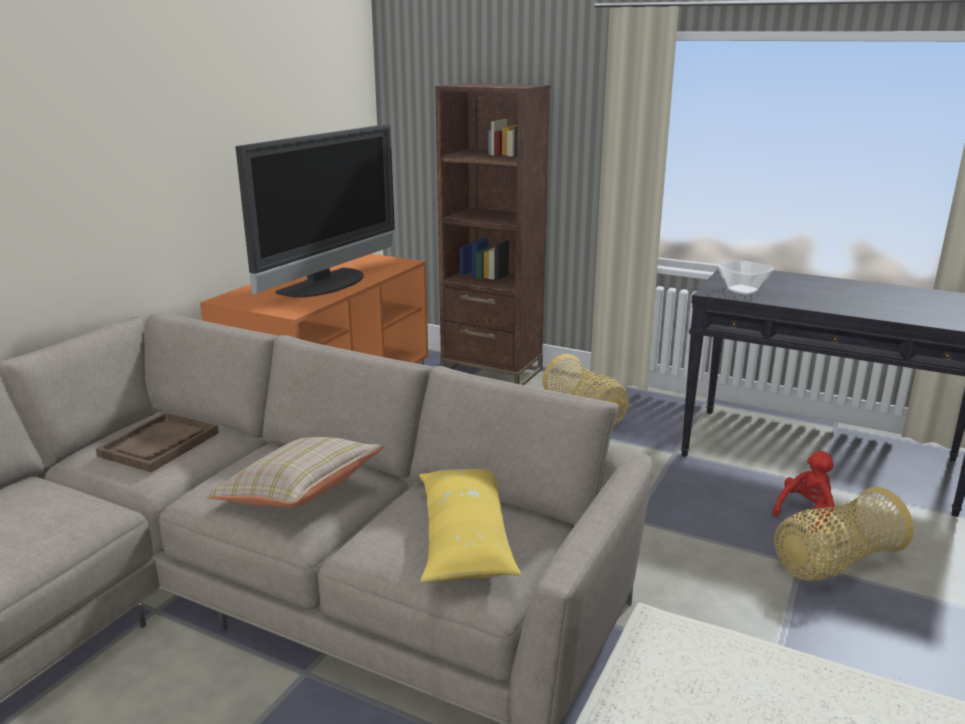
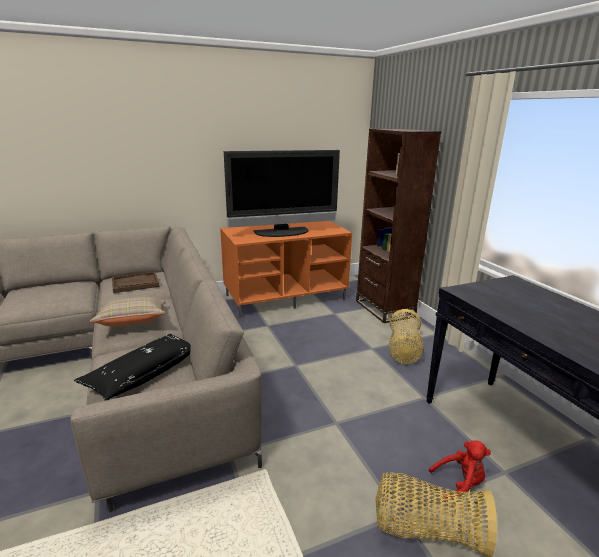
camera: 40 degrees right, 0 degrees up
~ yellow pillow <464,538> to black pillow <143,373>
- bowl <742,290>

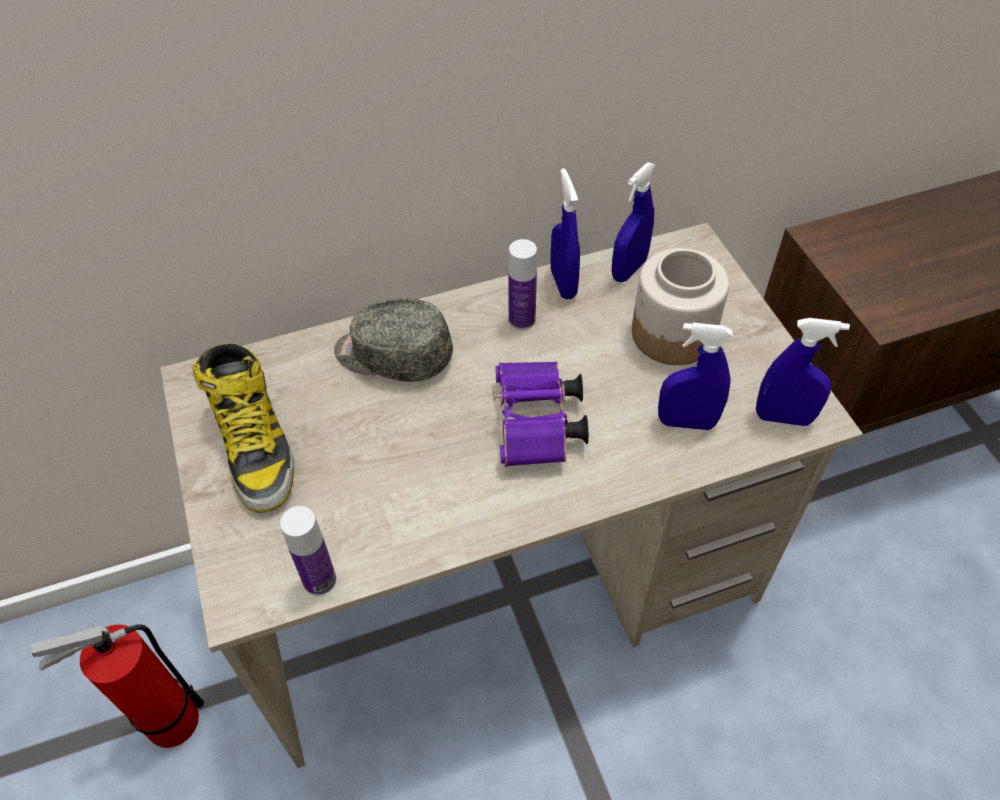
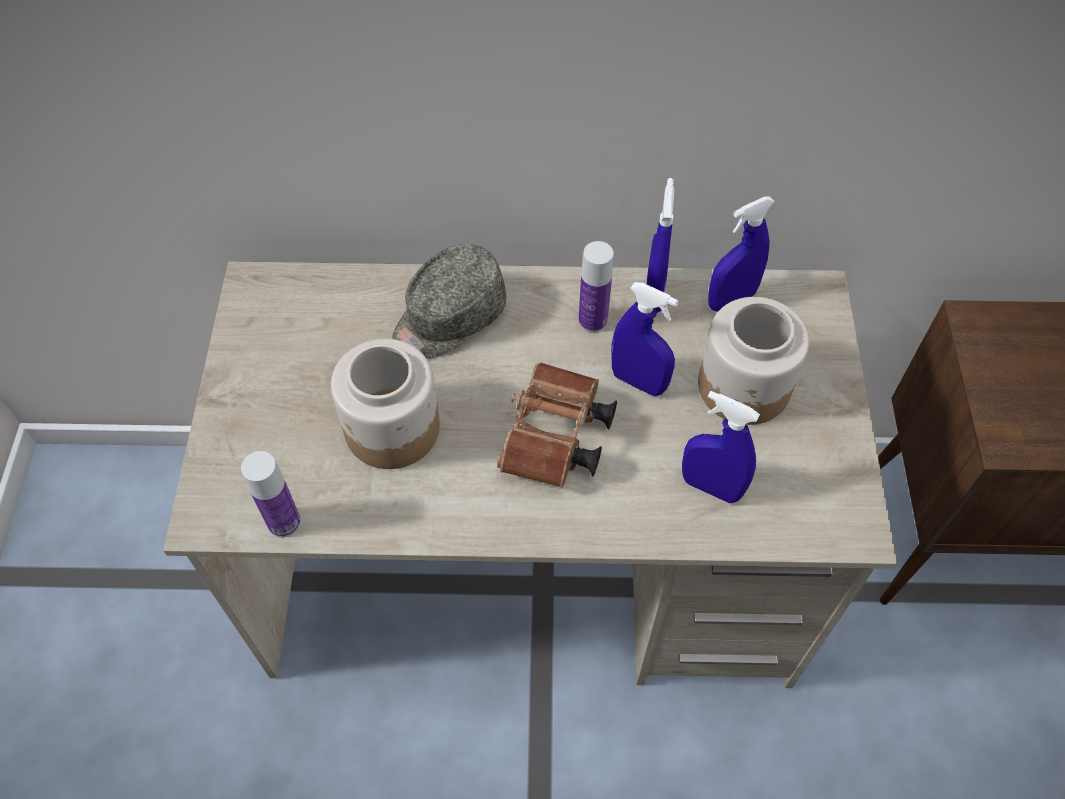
camera: 20 degrees right, 5 degrees up
- fire extinguisher <165,724>
- boot <255,444>
~ grey cap <393,356> = <448,319> 75 degrees counterclockwise
~ purple binoculars <537,427> to brown binoculars <555,440>
~ blue spray bottle <783,417> to <638,381>
+ jar <392,429>

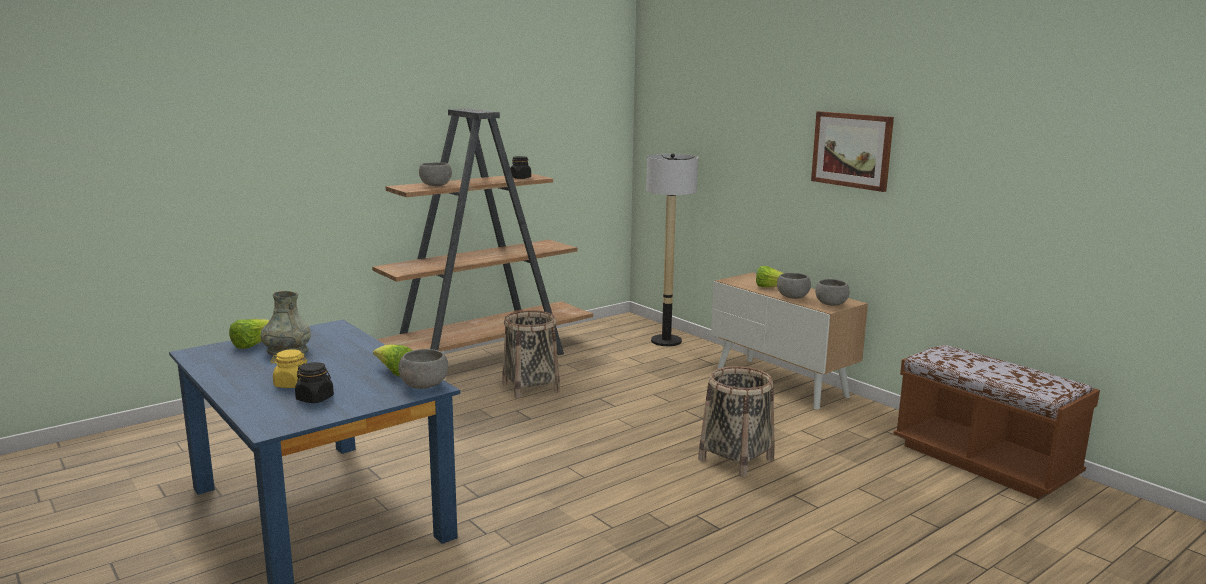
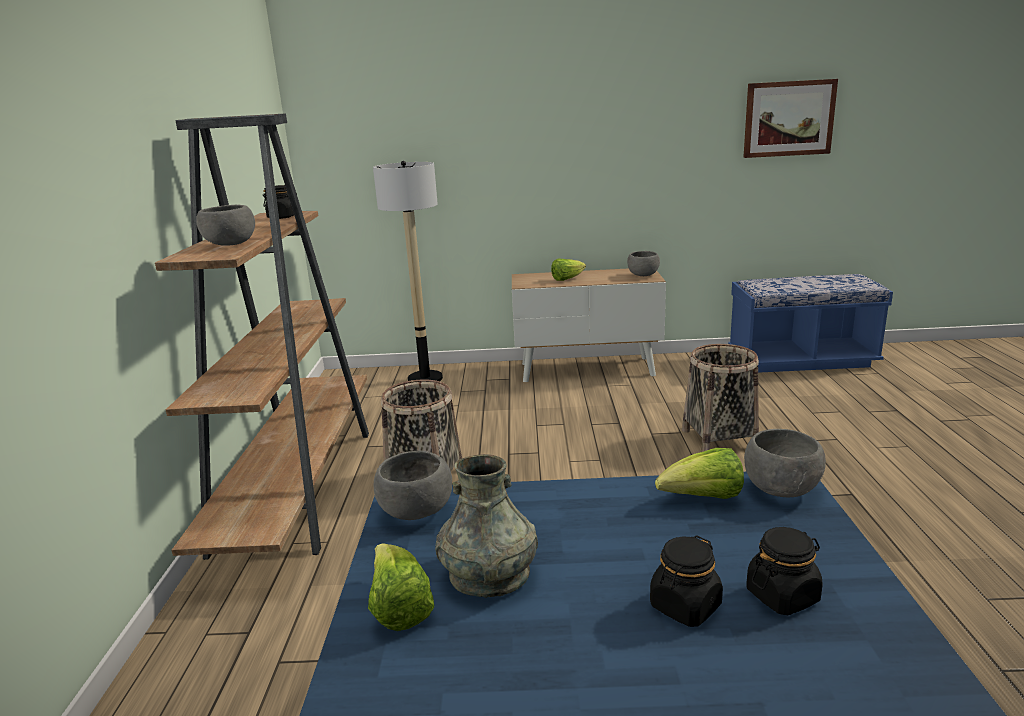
camera: 50 degrees left, 5 degrees up
~ yellow jar <291,384> to black jar <685,606>
~ grey bowl <793,297> to <416,511>
~ picture <852,150> to <788,118>
~ brown bench <984,461> to blue bench <801,360>

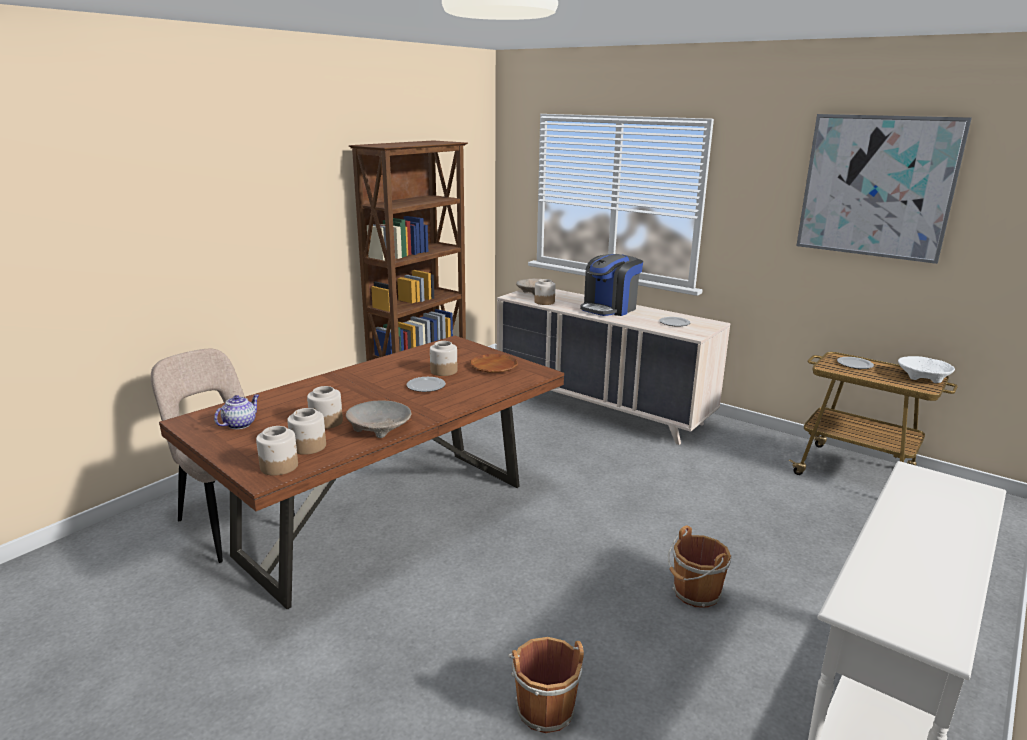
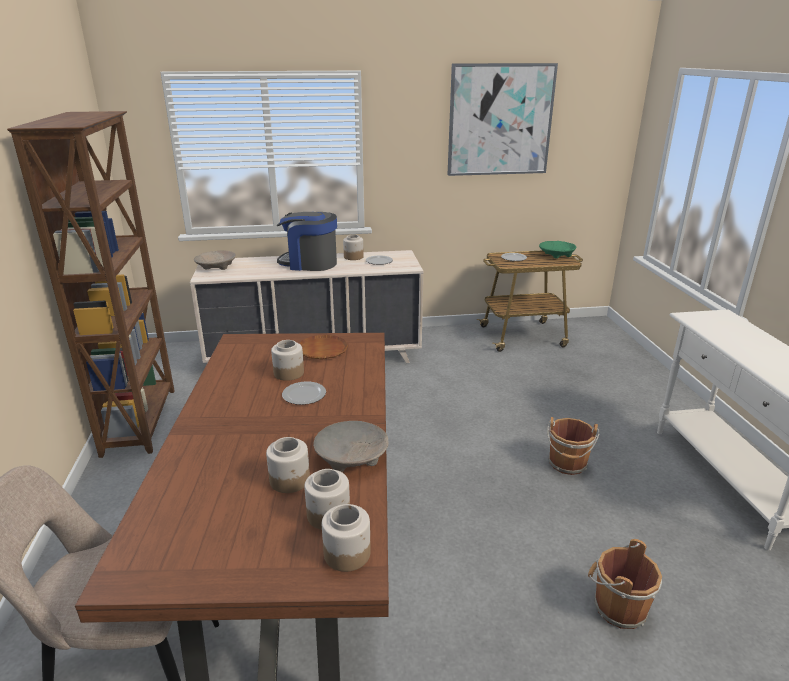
camera: 45 degrees left, 5 degrees up
- teapot <240,424>
~ jar <544,302> to <353,257>
~ coffee machine <609,308> = <309,263> 105 degrees clockwise
~ white bowl <922,376> to green bowl <556,255>

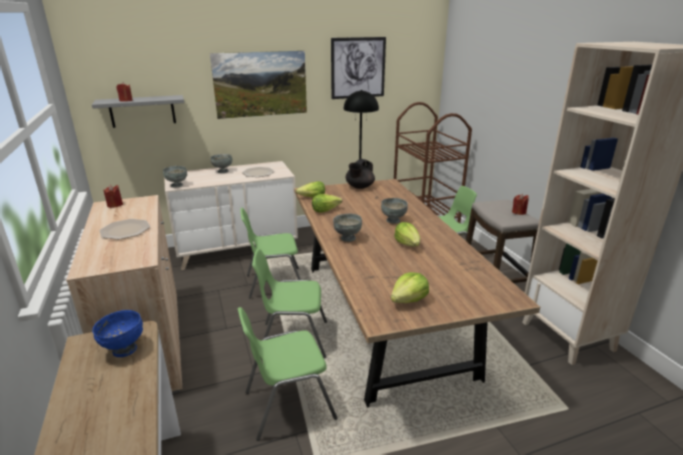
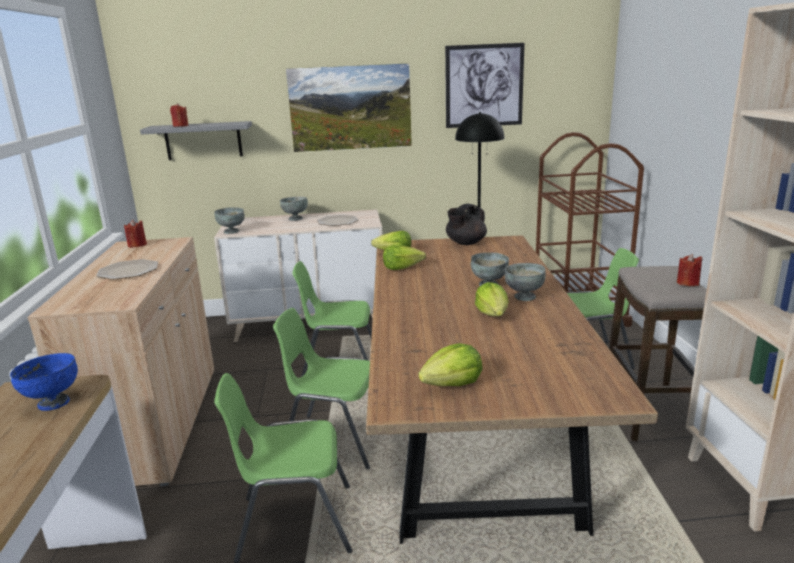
camera: 15 degrees right, 5 degrees down
~ grey bowl <347,238> to <524,297>

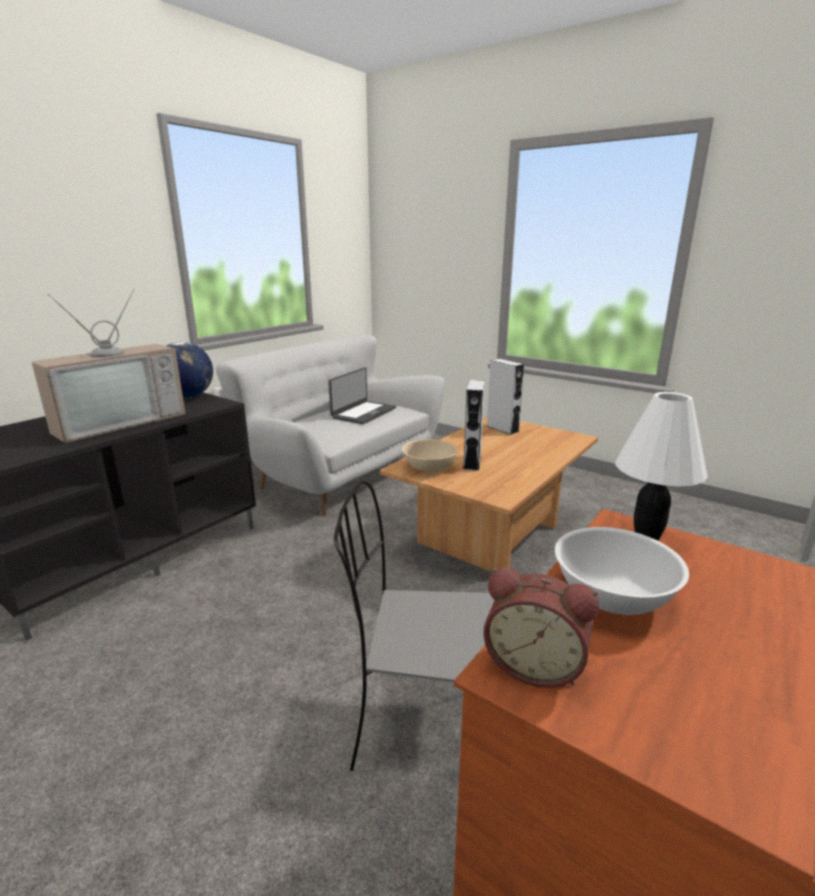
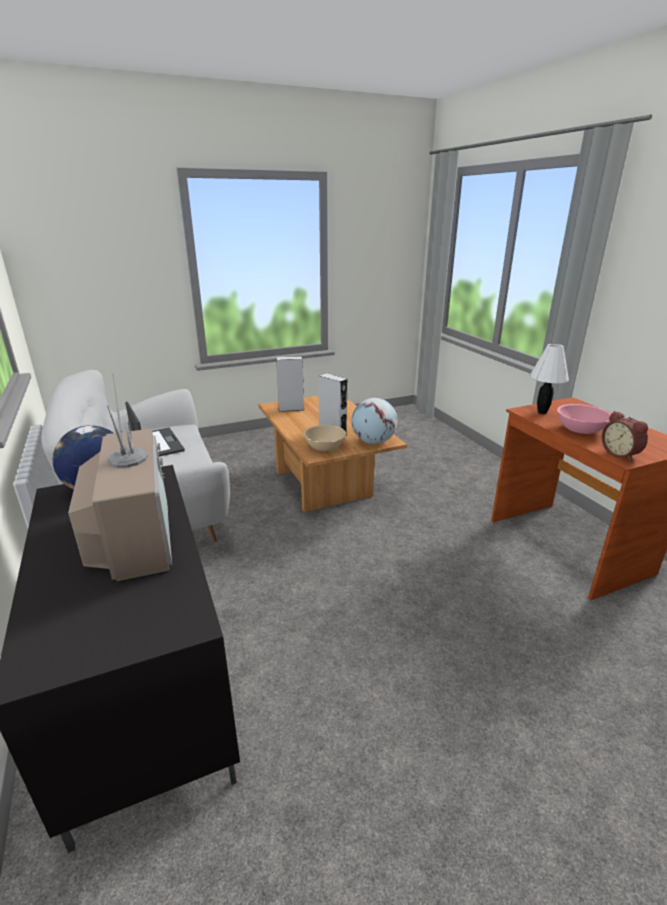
camera: 60 degrees left, 5 degrees up
- grey chair <429,720>
~ alarm clock <534,664> = <621,454> 105 degrees clockwise
~ white bowl <614,596> to pink bowl <580,430>
+ globe <373,441>

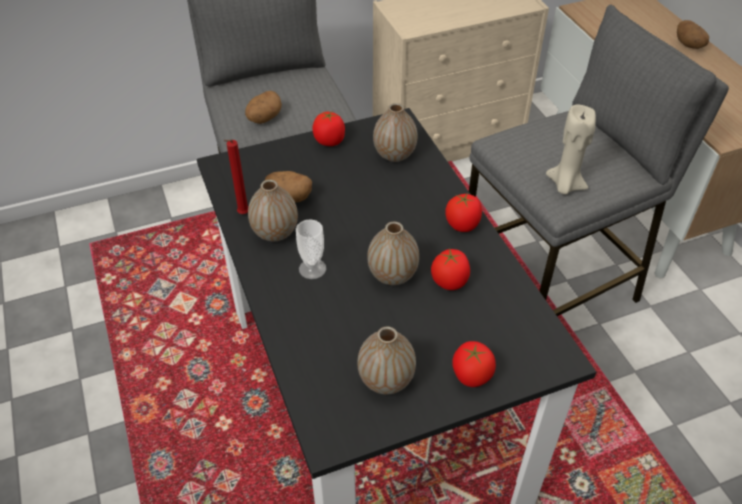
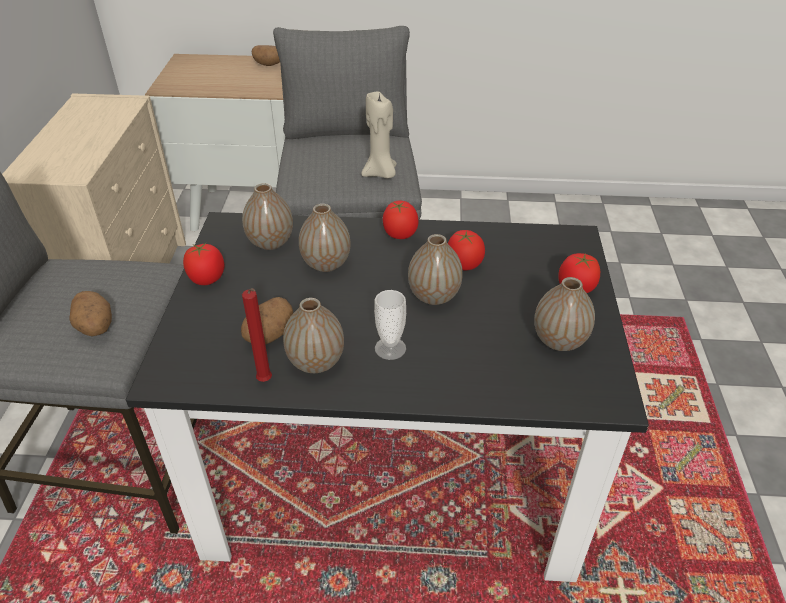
camera: 65 degrees left, 5 degrees down
+ vase <326,264>

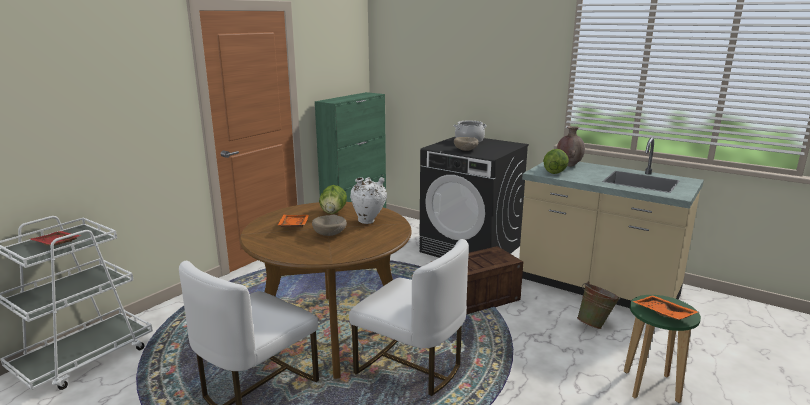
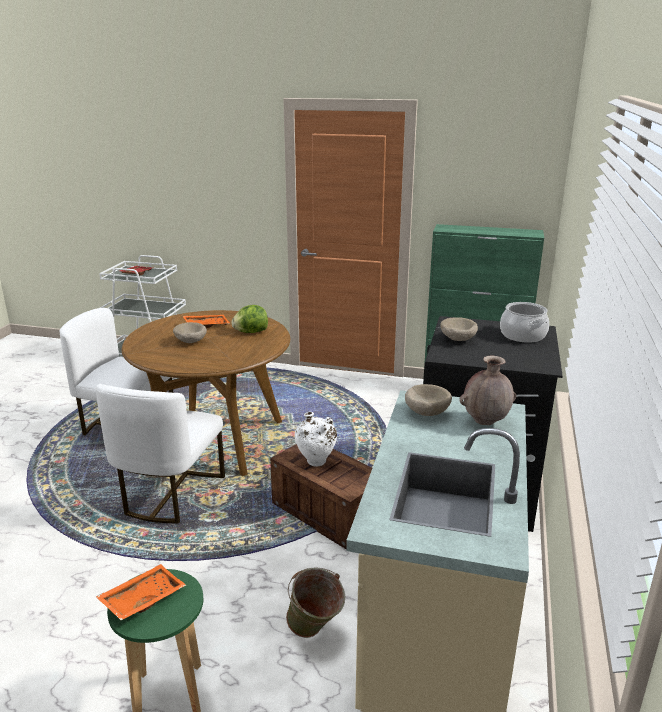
camera: 70 degrees right, 5 degrees up
~ white vase <369,221> to <316,463>
~ lettuce <554,172> to beige bowl <426,412>

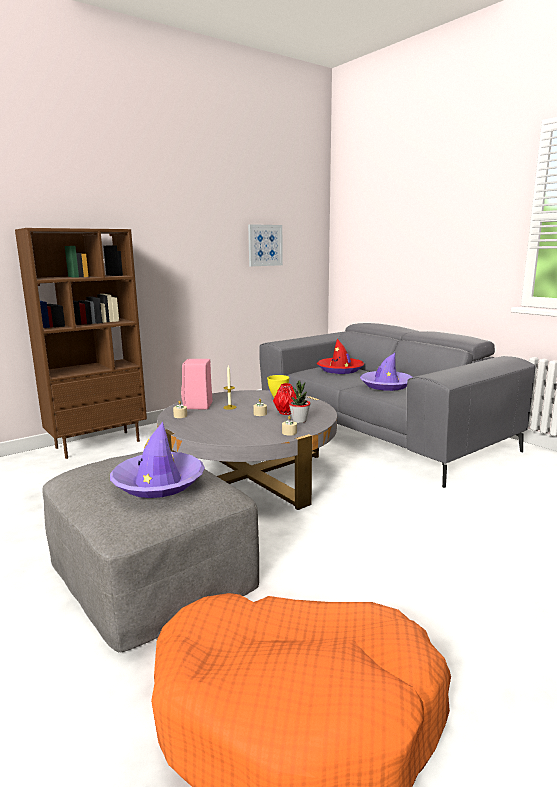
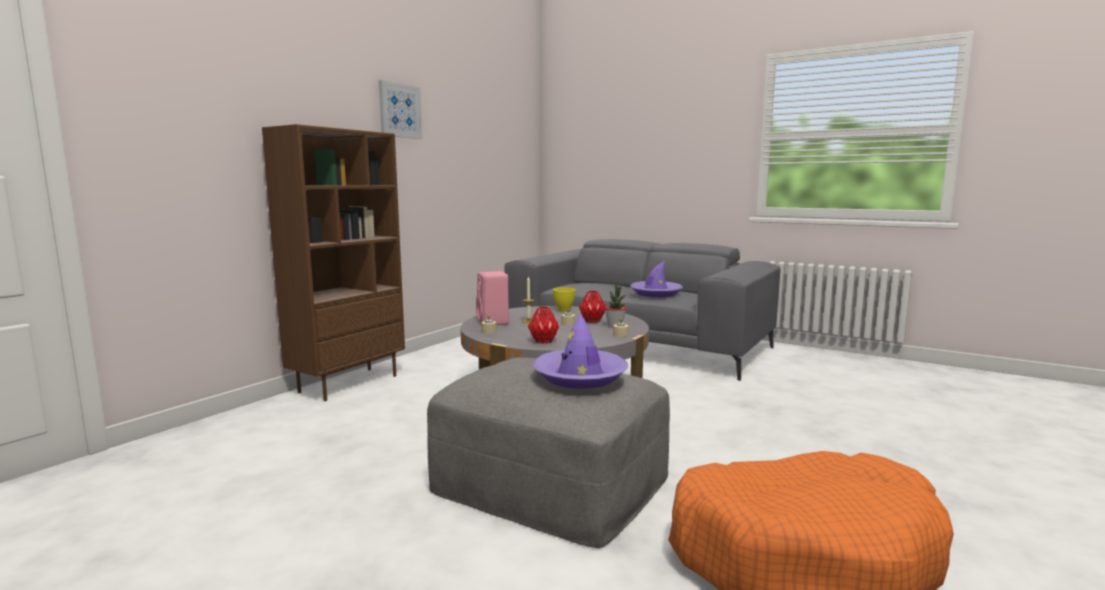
camera: 20 degrees left, 5 degrees down
~ picture <265,245> to <400,110>
- red hat <340,370>
+ red vase <543,342>

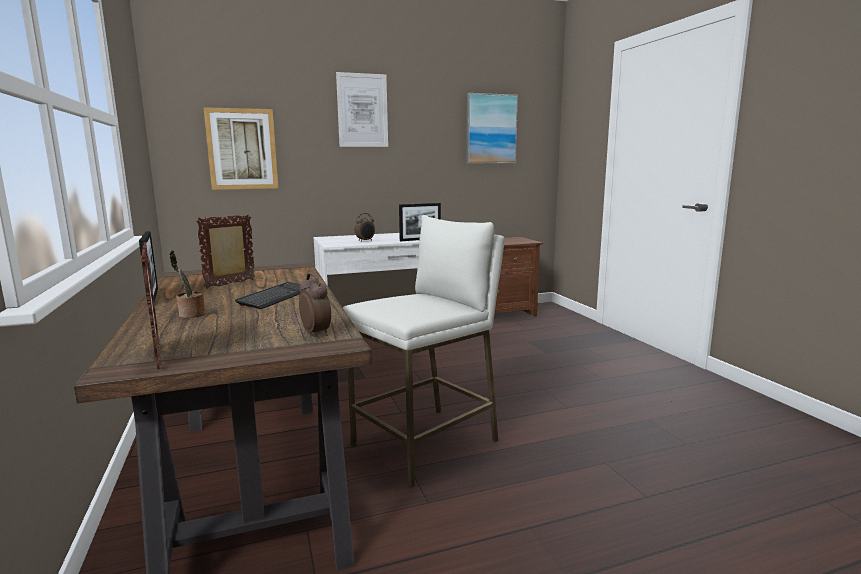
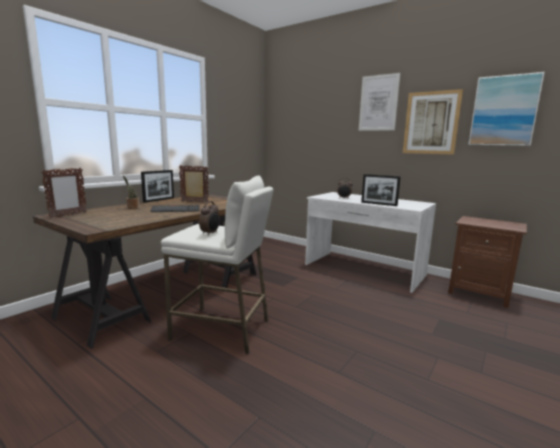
camera: 55 degrees right, 0 degrees up
~ picture <242,149> to <431,123>
~ alarm clock <316,333> to <210,233>

